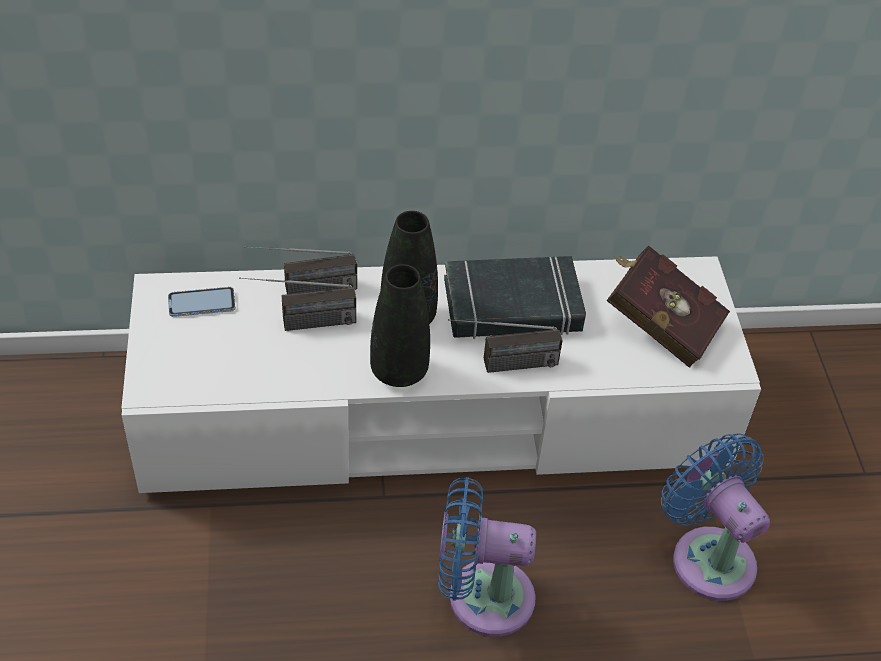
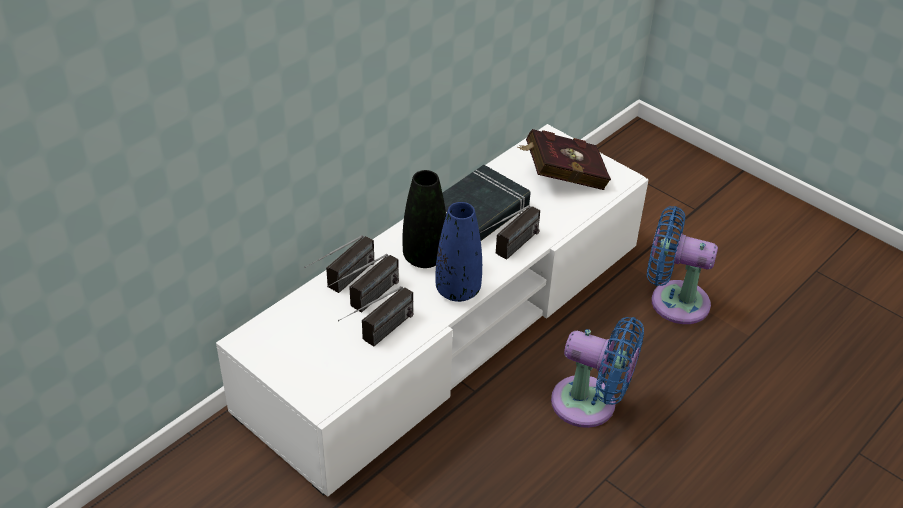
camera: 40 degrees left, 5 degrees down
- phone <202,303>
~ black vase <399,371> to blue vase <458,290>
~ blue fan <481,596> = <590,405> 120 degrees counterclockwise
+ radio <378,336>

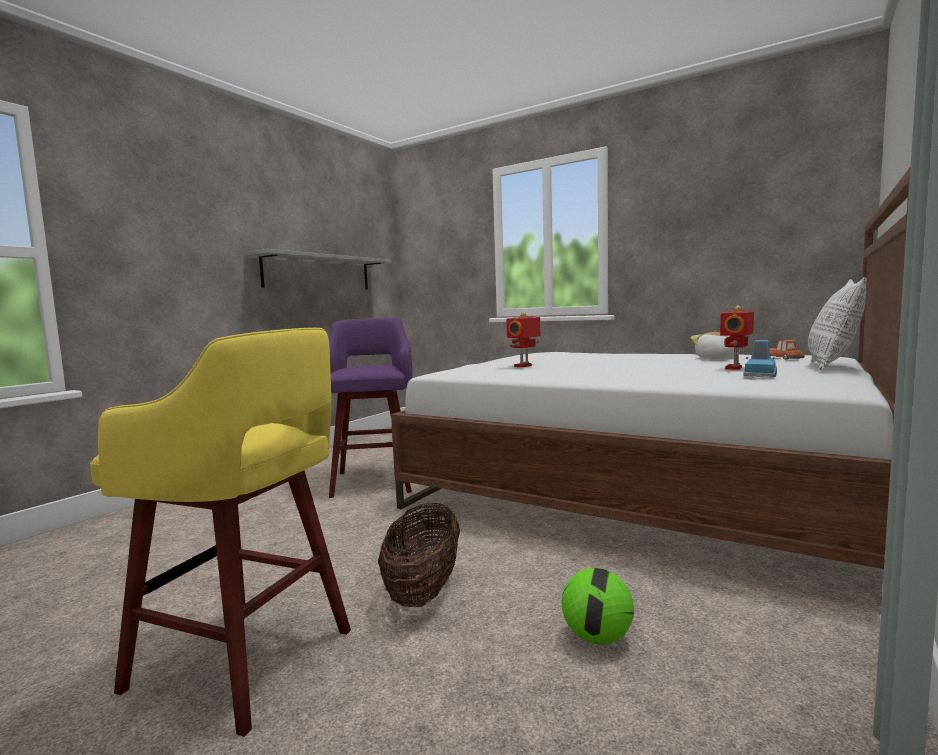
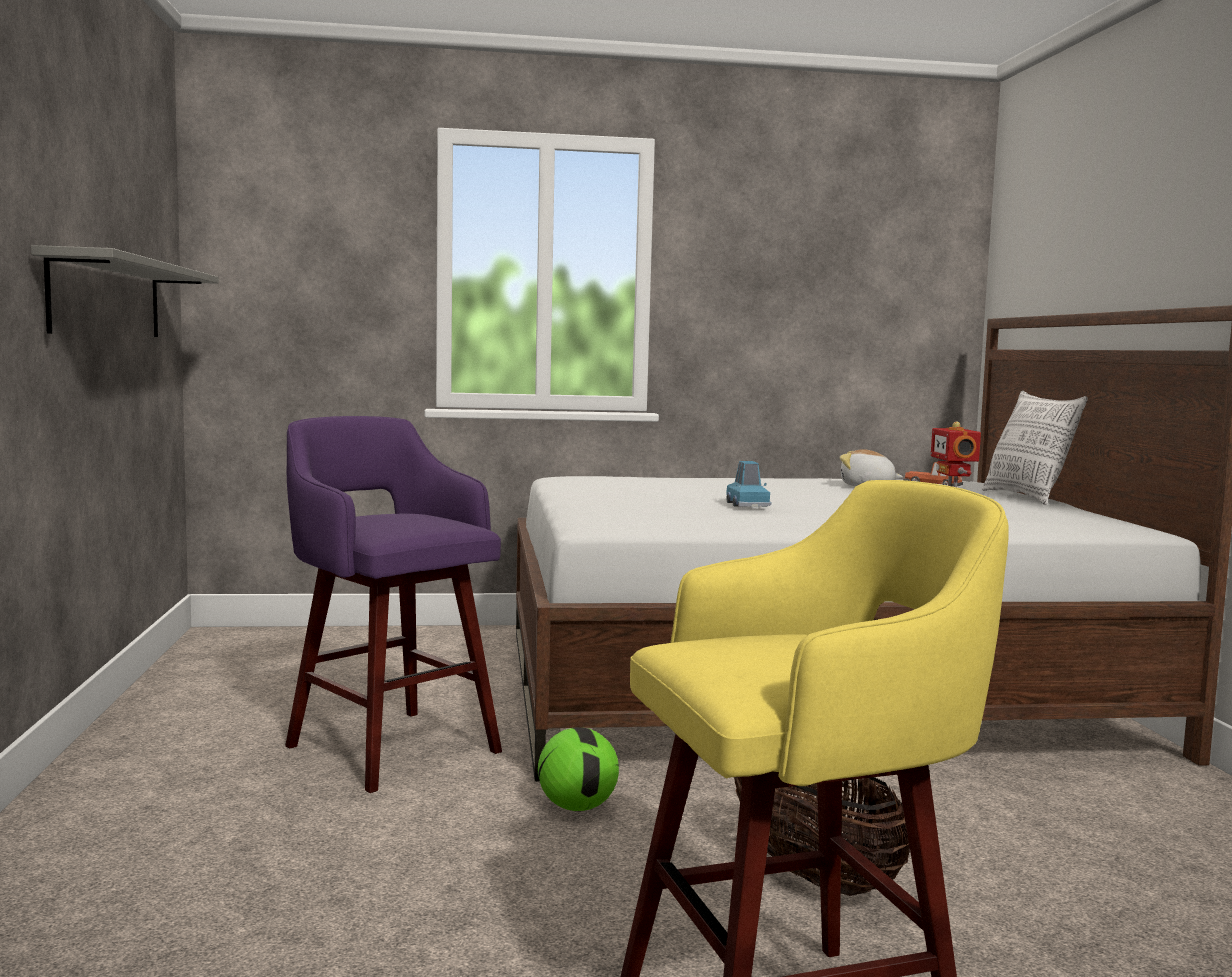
camera: 40 degrees left, 0 degrees up
- toy robot <524,366>
~ football <597,637> to <577,807>
~ blue toy car <760,375> to <747,505>

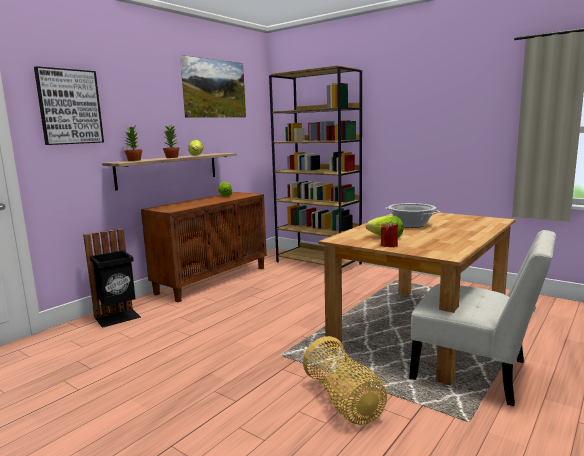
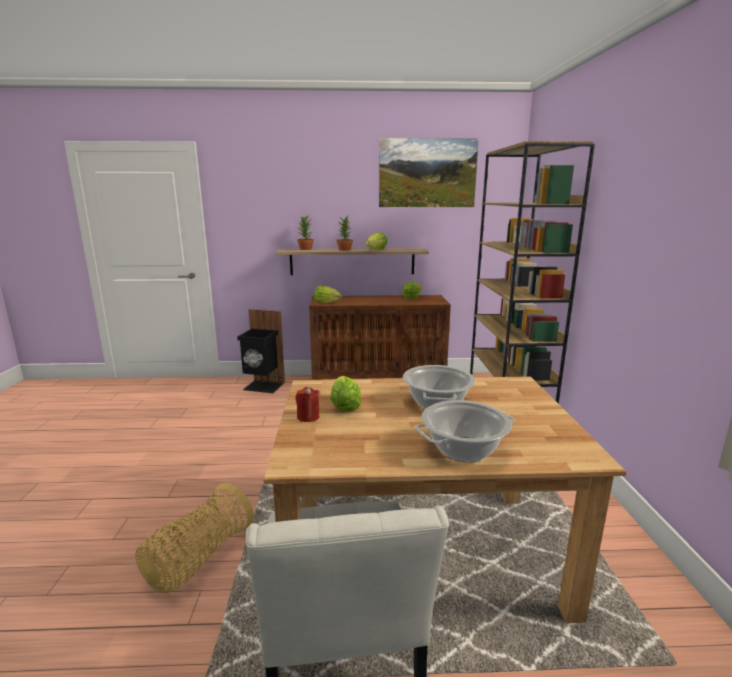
camera: 50 degrees right, 5 degrees up
- picture <70,107>
+ lettuce <326,302>
+ cooking pot <463,450>

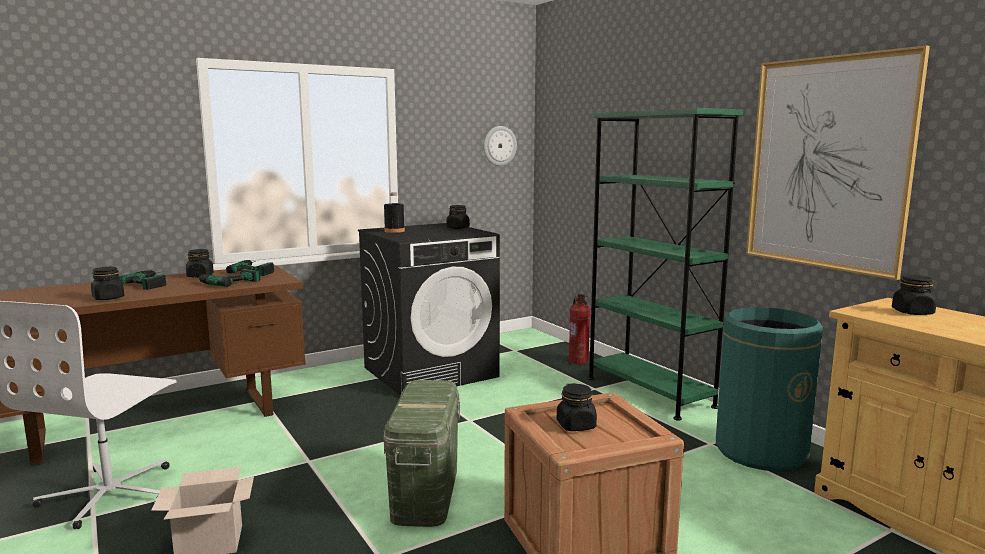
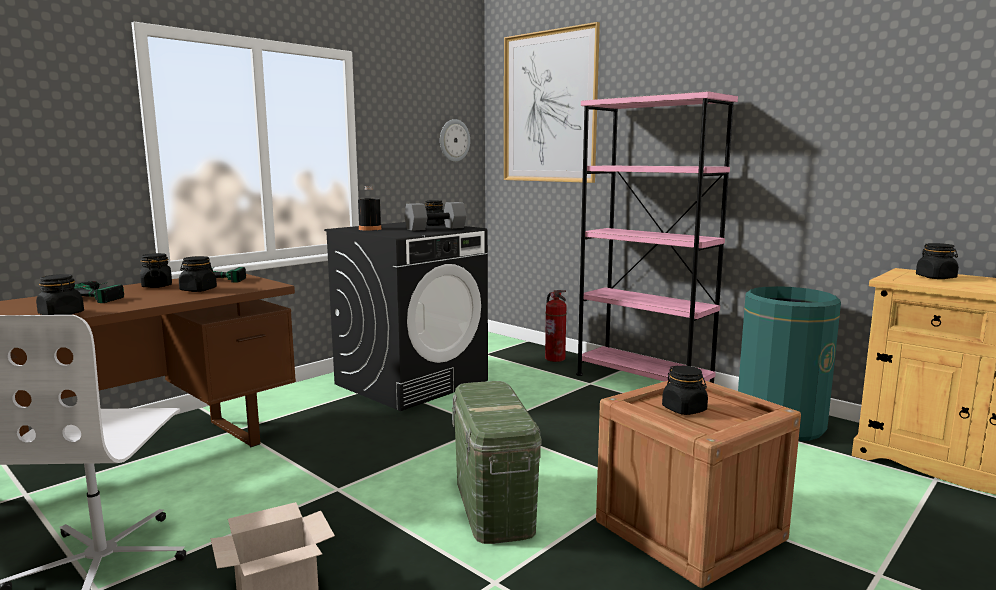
camera: 15 degrees left, 0 degrees up
~ power drill <225,282> to black jar <198,290>
~ green bookcase <649,392> to pink bookcase <643,382>
~ picture <827,163> to <549,107>
+ grey dumbbell <436,228>

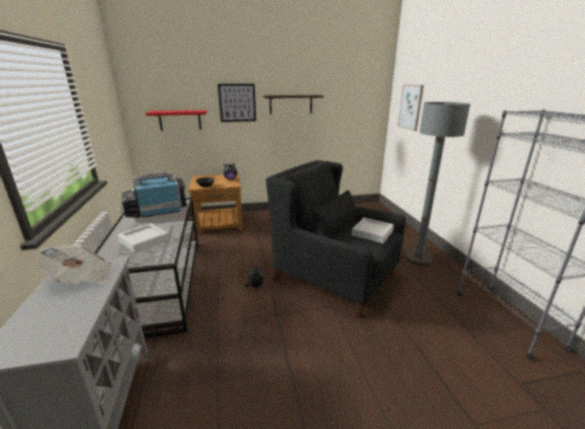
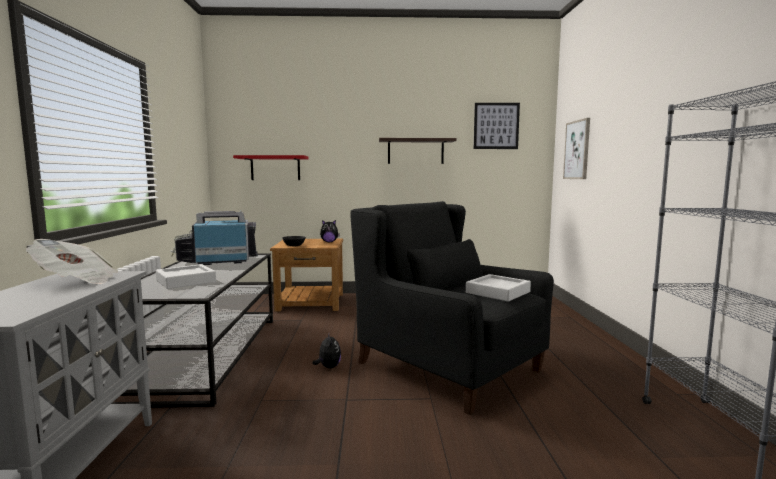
camera: 10 degrees right, 15 degrees down
~ picture <237,103> to <496,126>
- grey floor lamp <418,258>

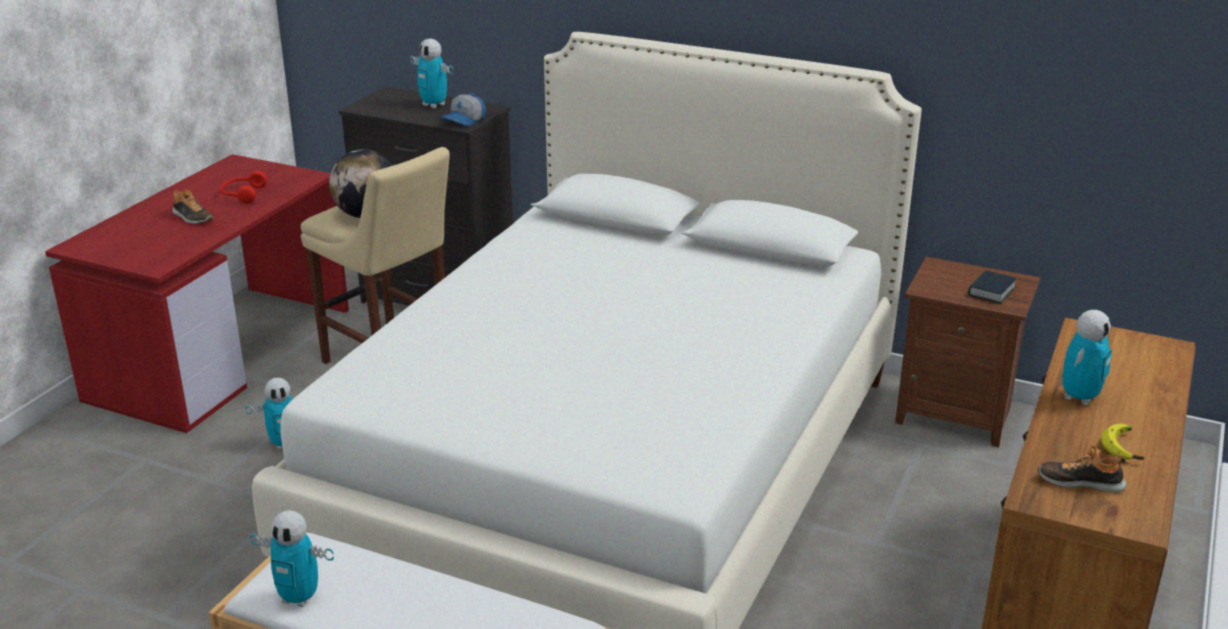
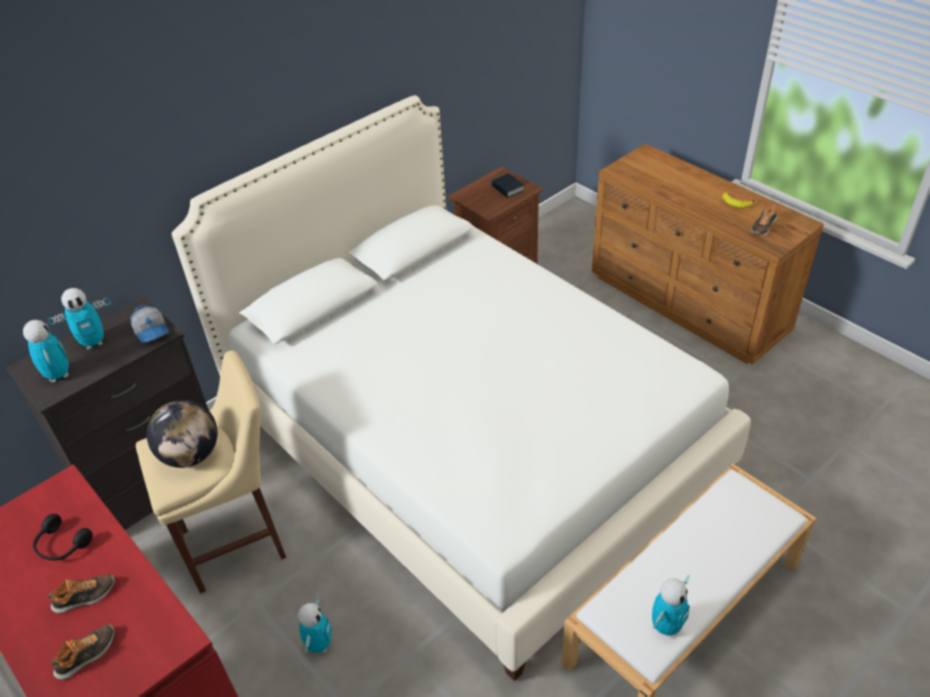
camera: 65 degrees left, 15 degrees up
~ red headphones <242,194> to black headphones <61,545>
~ toy robot <1079,397> to <58,375>
+ shoe <87,655>

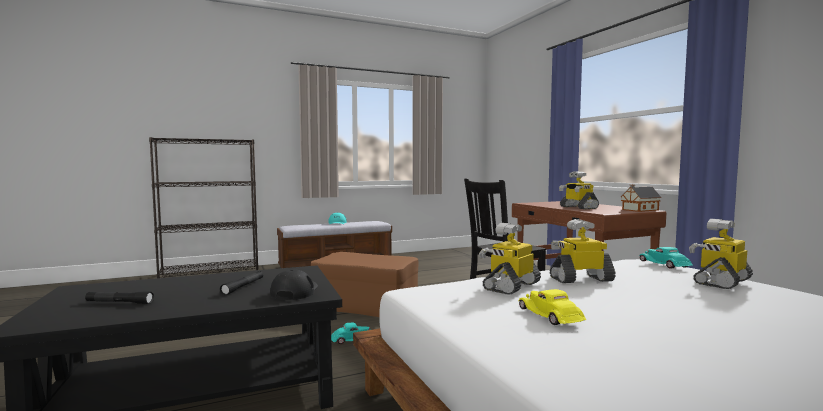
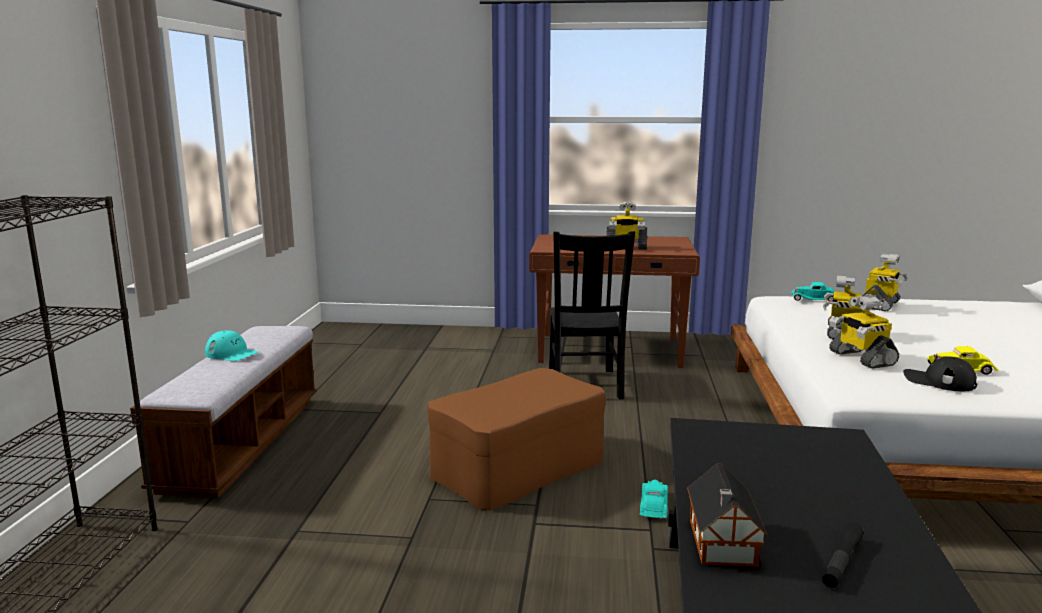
camera: 60 degrees left, 10 degrees up
- black flashlight <243,287>
~ black cap <295,291> to <939,381>
~ toy house <639,210> to <722,544>
~ toy robot <721,281> = <880,305> 135 degrees counterclockwise

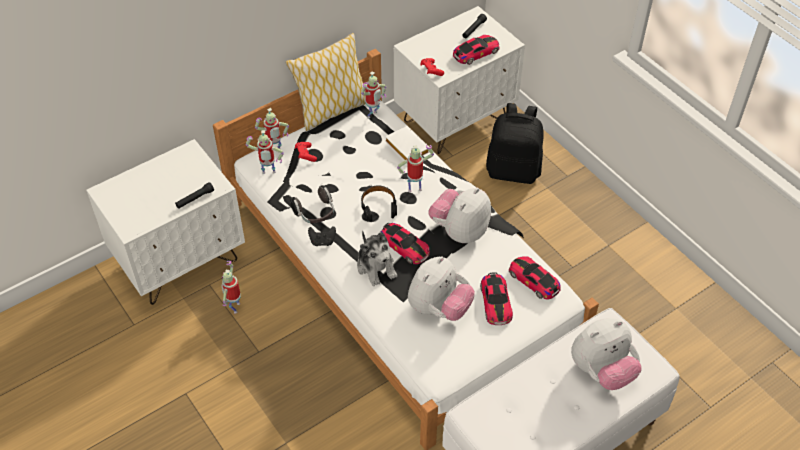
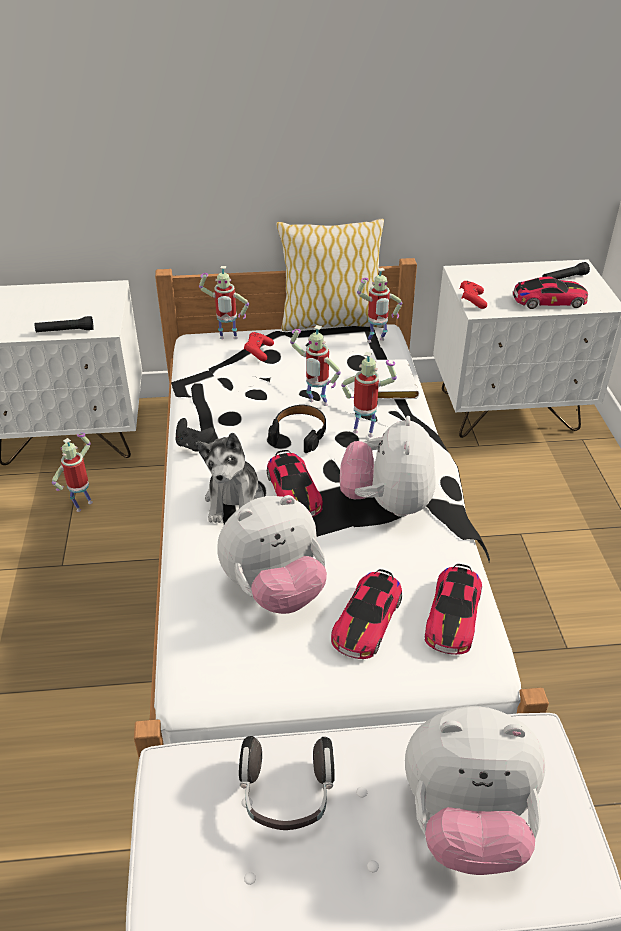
camera: 30 degrees right, 10 degrees down
~ toy robot <268,174> to <316,404>
~ headphones <315,213> to <287,794>
~ plush toy <459,231> = <387,503> 60 degrees counterclockwise
- black backpack <513,170>
~ toy car <534,280> = <453,615> 150 degrees counterclockwise

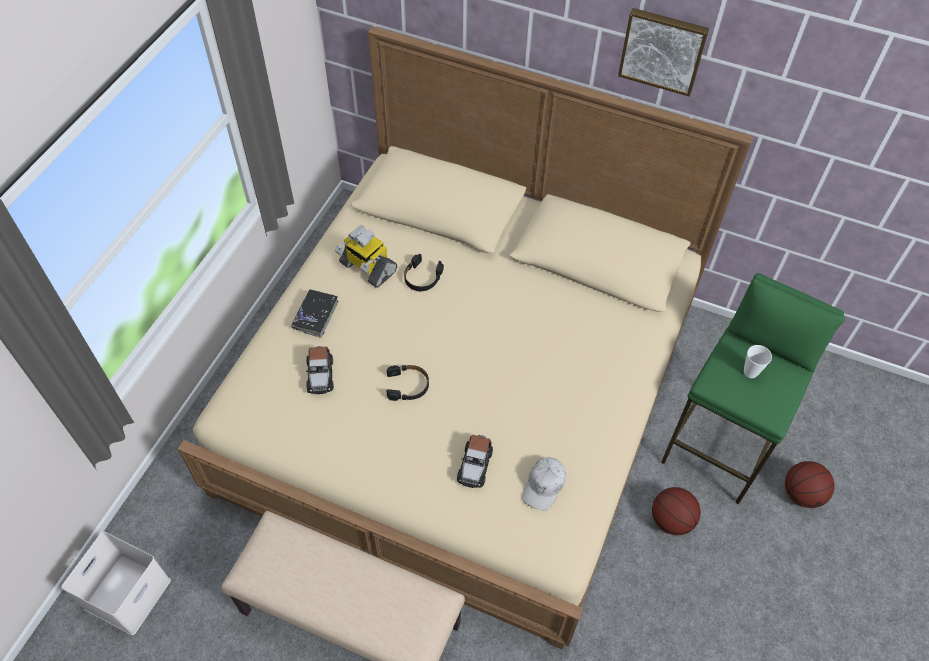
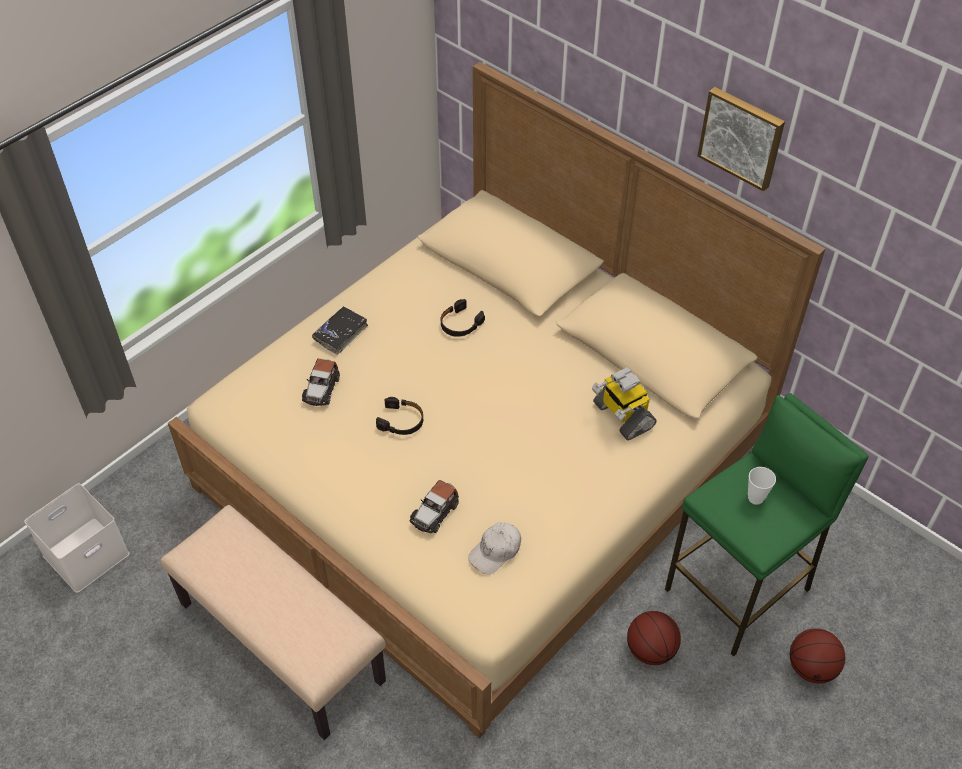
camera: 20 degrees right, 5 degrees down
~ toy robot <367,268> to <622,415>

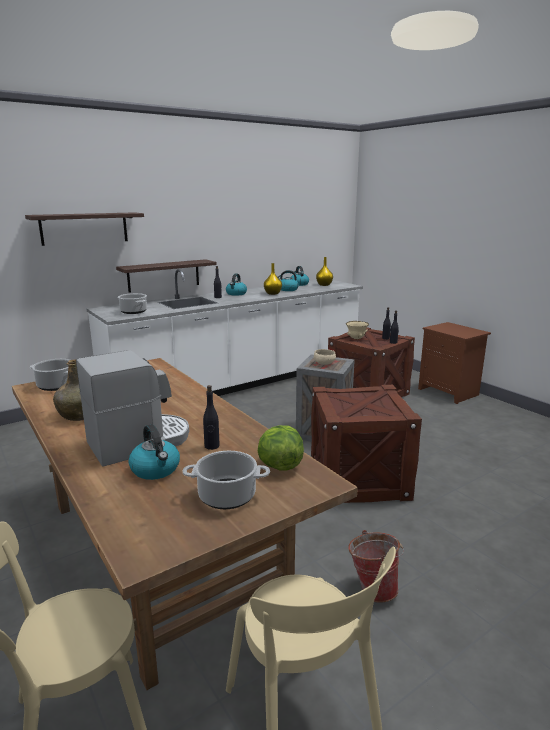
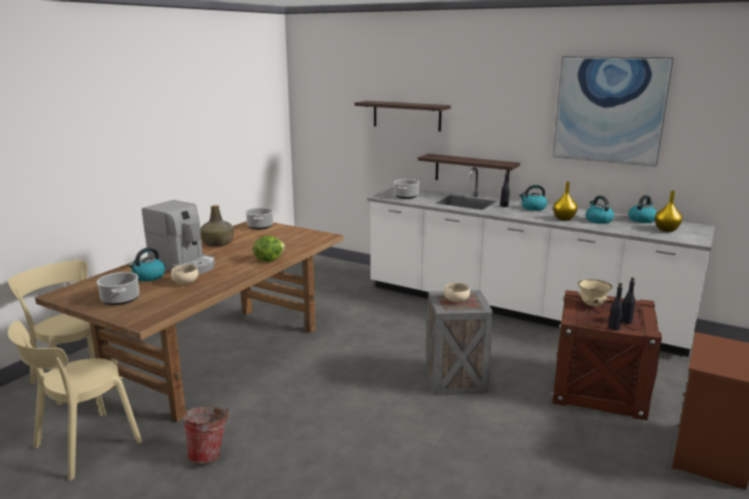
camera: 65 degrees right, 0 degrees up
~ black bottle <212,446> to beige bowl <186,283>
~ lettuce <280,465> to <269,260>
- crate <358,478>
+ picture <609,110>

